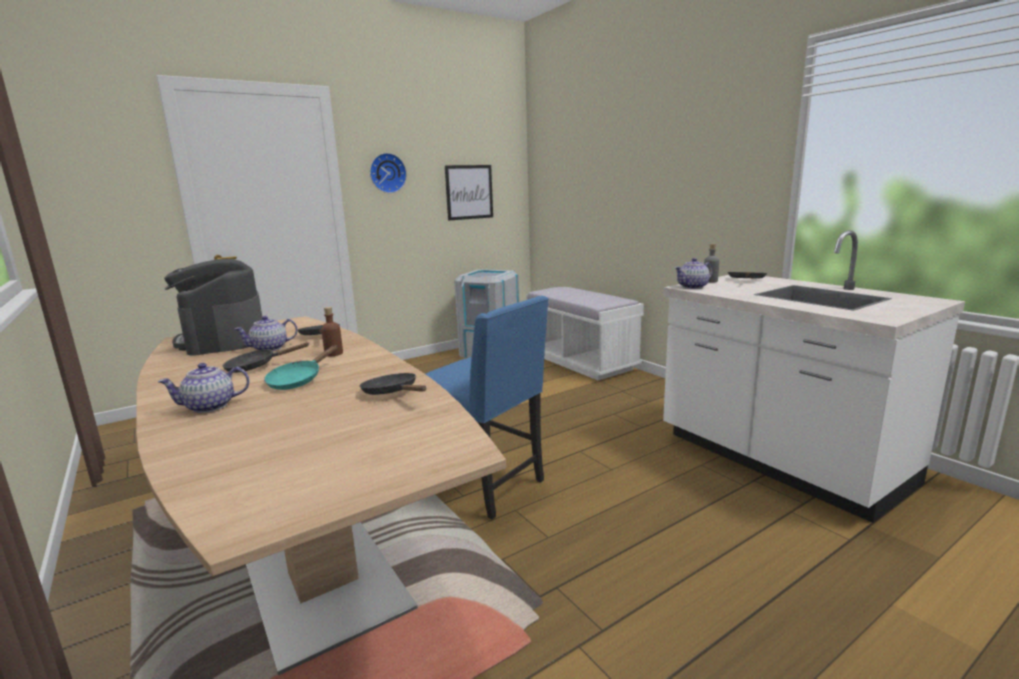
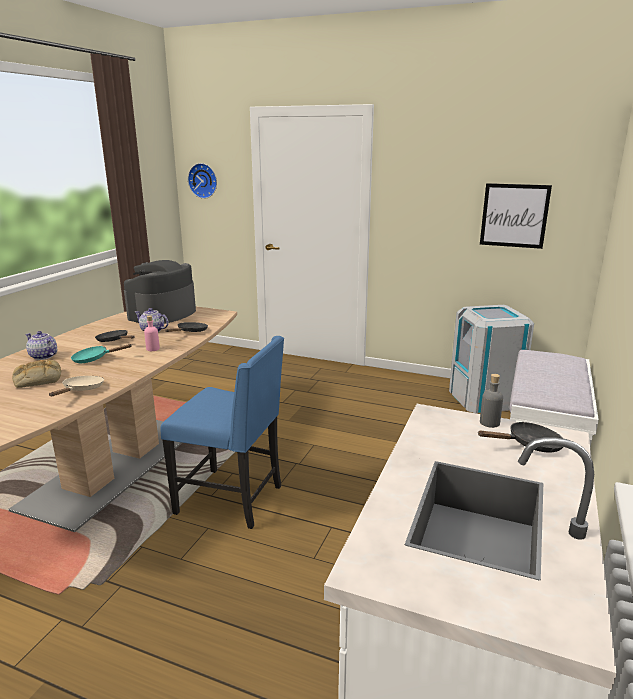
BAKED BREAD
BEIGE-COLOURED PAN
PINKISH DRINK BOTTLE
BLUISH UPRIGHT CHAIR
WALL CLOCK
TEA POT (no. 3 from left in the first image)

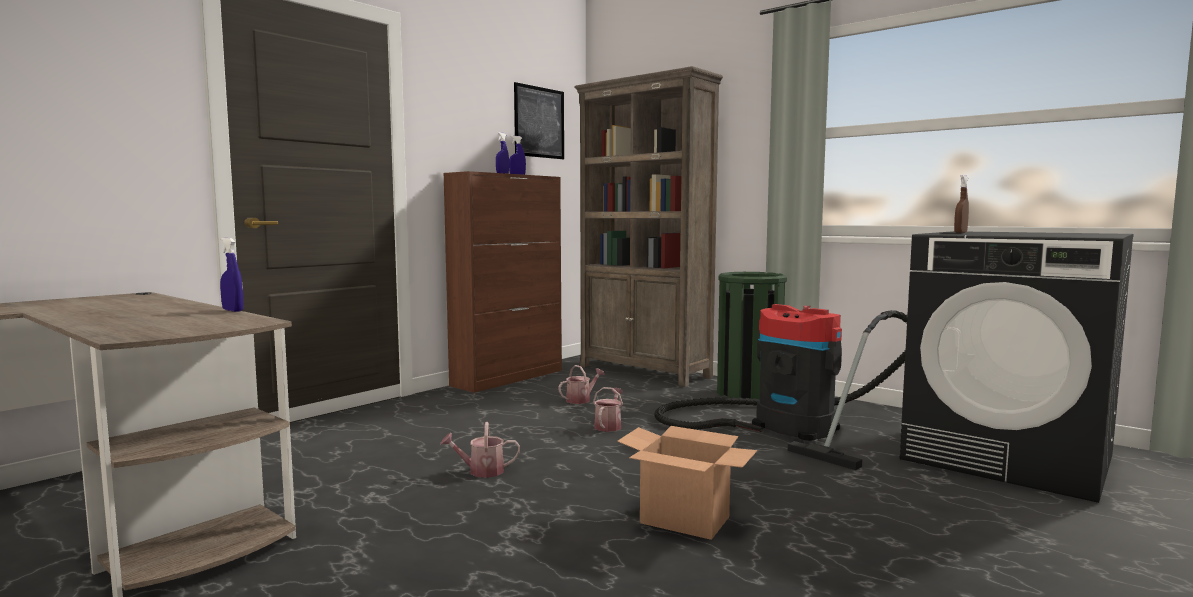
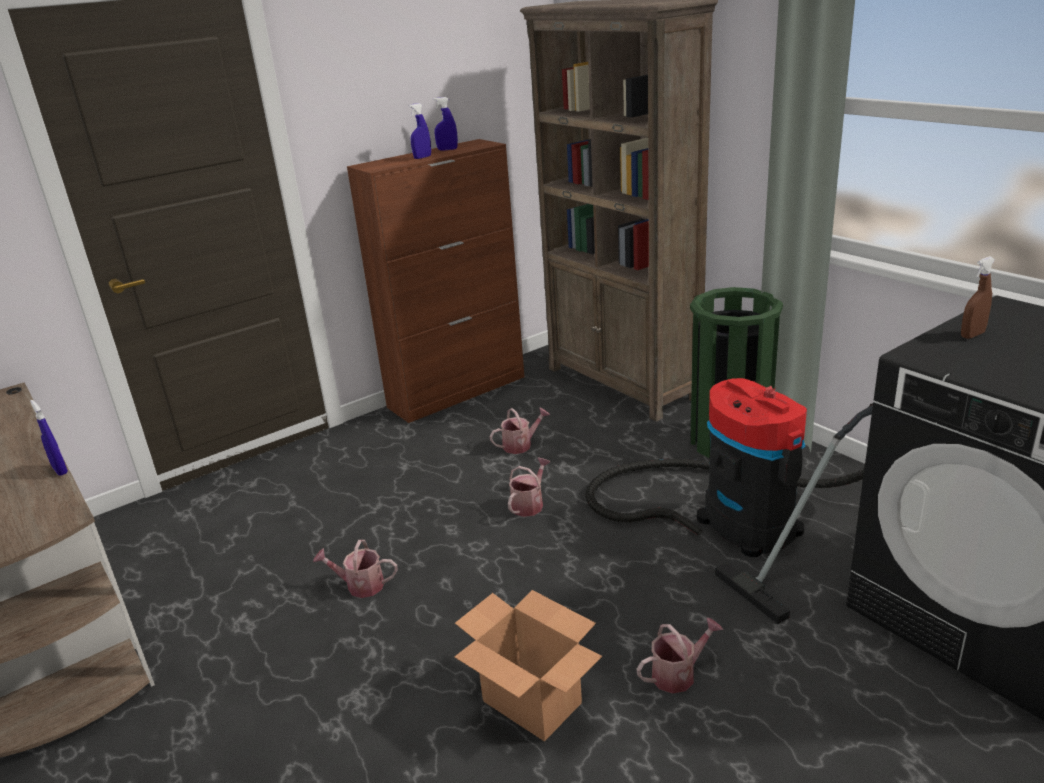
WATERING CAN (no. 4 from left)
WALL ART

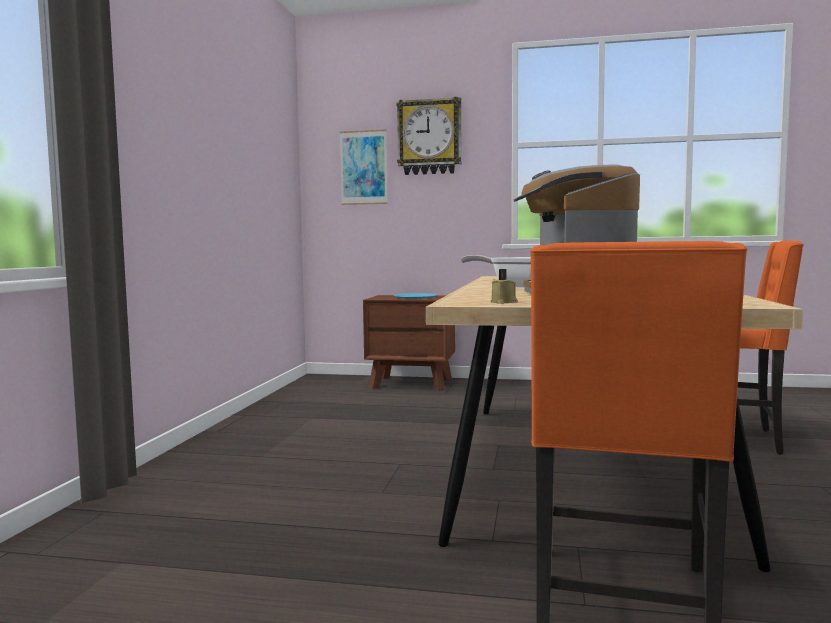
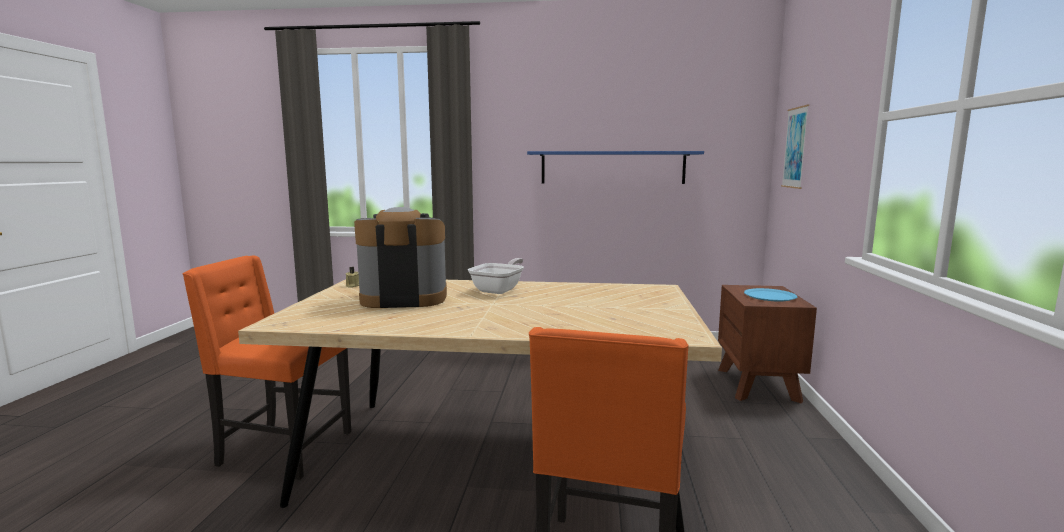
BLUISH BRACKET SHELF
WALL CLOCK

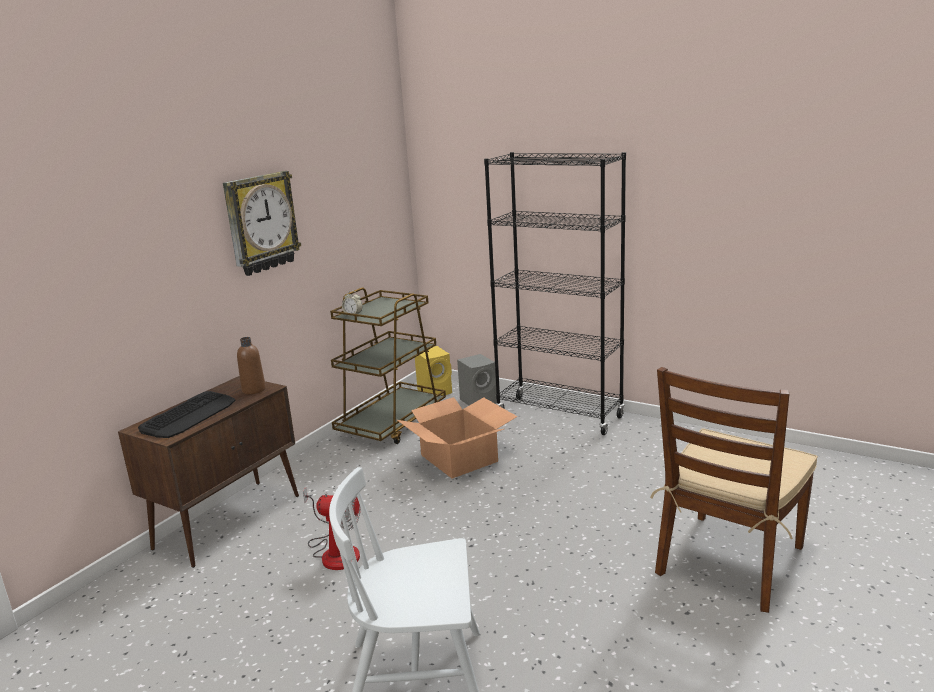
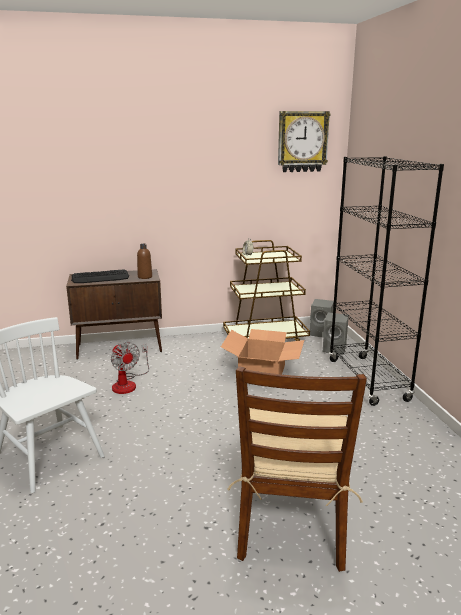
BROWN UPRIGHT CHAIR
WALL CLOCK
GRAY AUDIO SPEAKER (no. 1 from left)

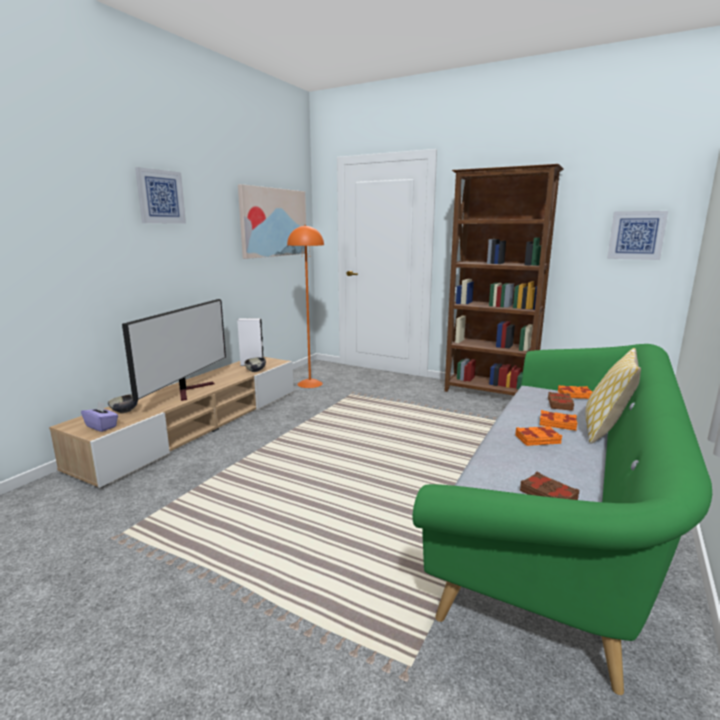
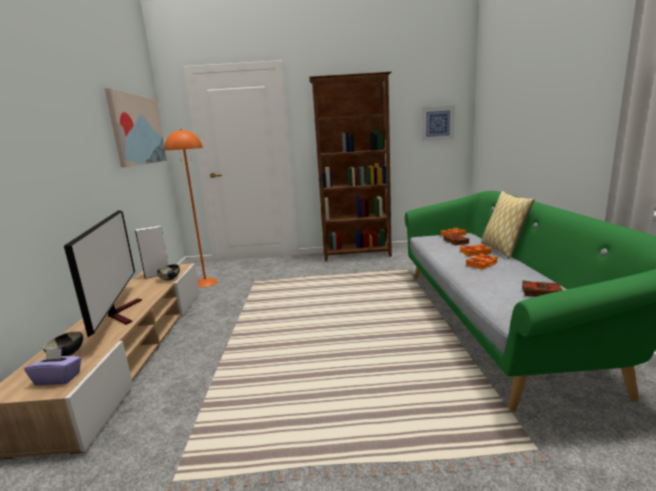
WALL ART (no. 1 from left in the first image)

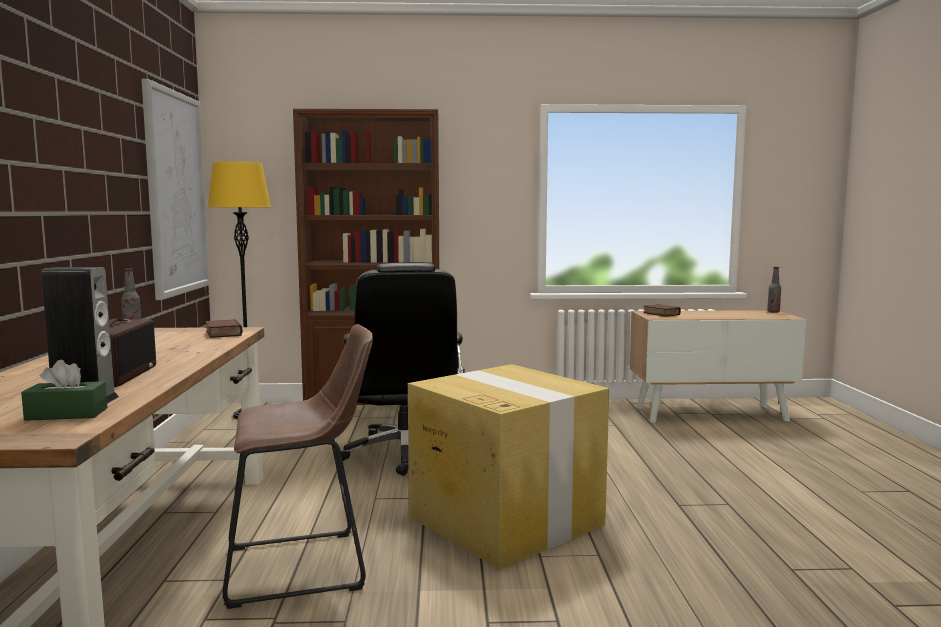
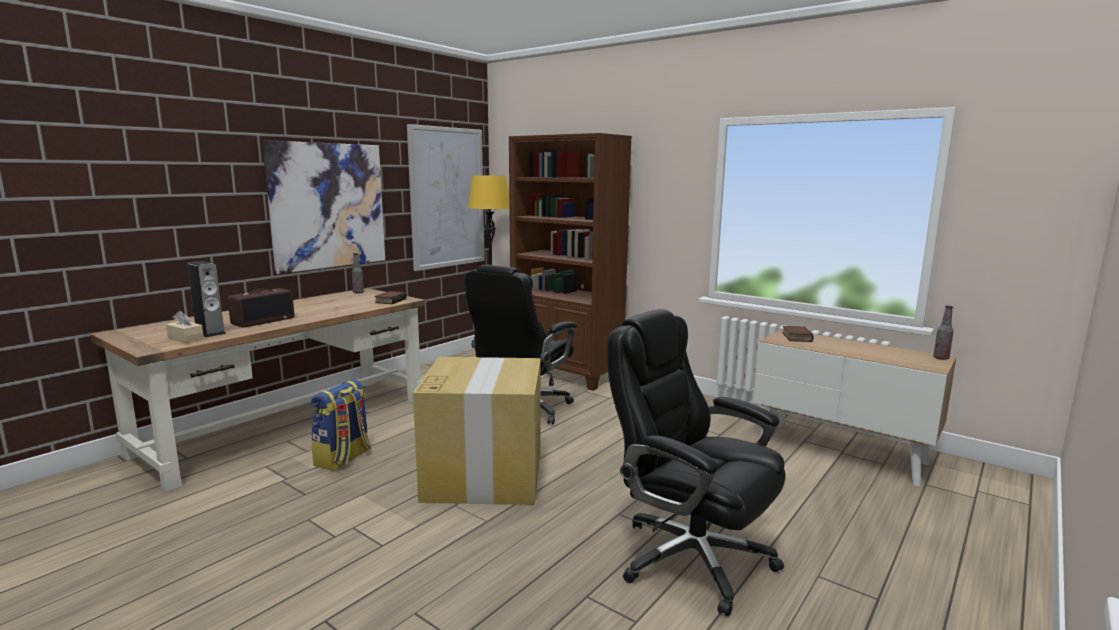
BEIGE-COLOURED TISSUE HOLDER
WALL ART (no. 1 from left)
RUCKSACK
BLACK-COLOURED COMPUTER CHAIR (no. 2 from left)

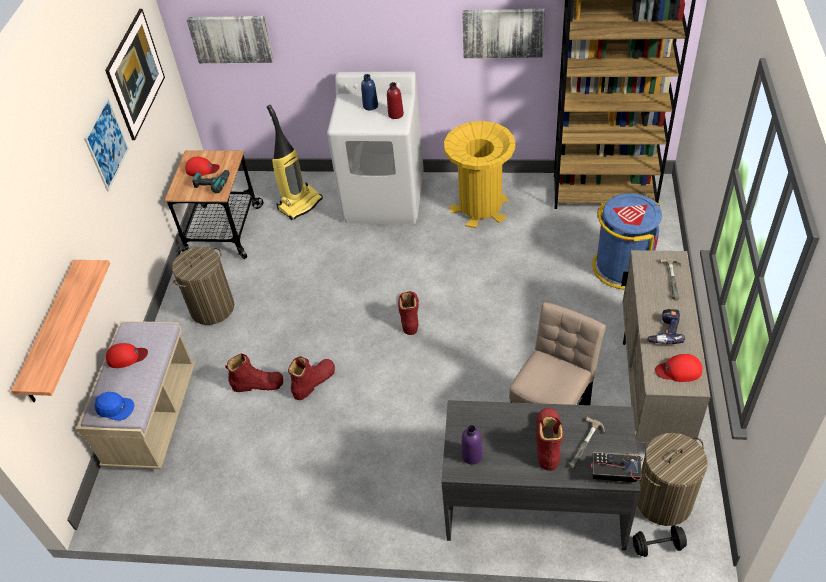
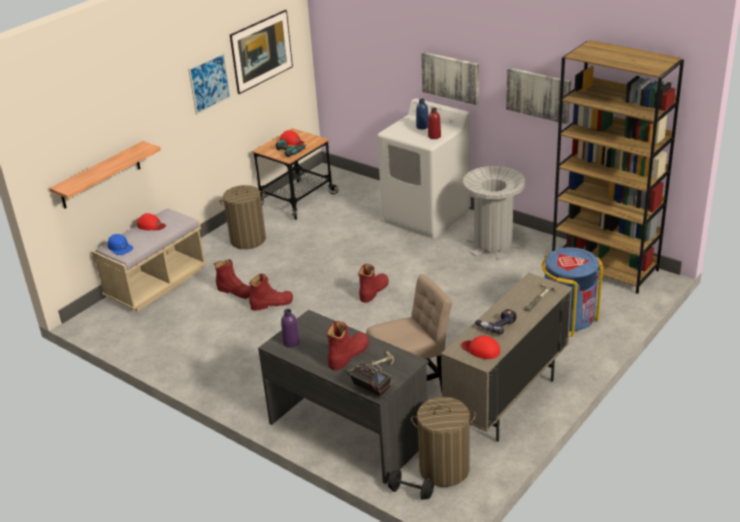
WALL ART (no. 3 from left)
GRAY RUBBISH BIN
VACUUM

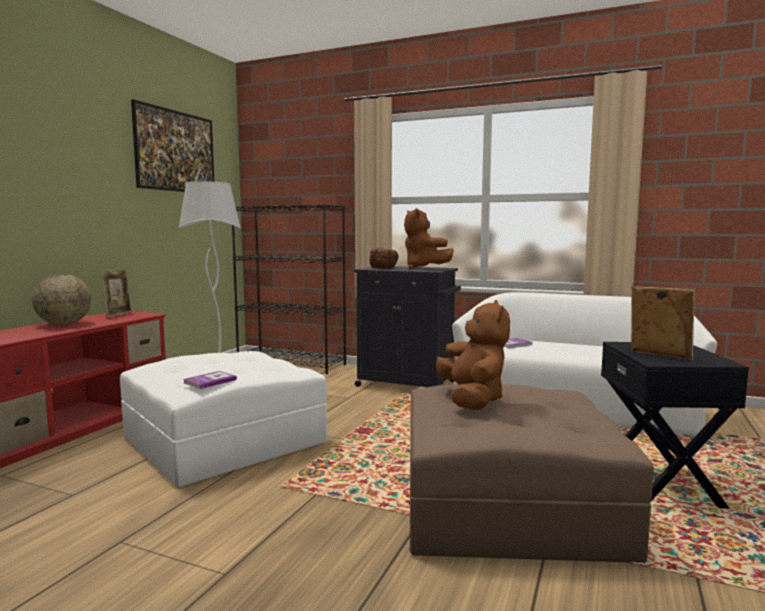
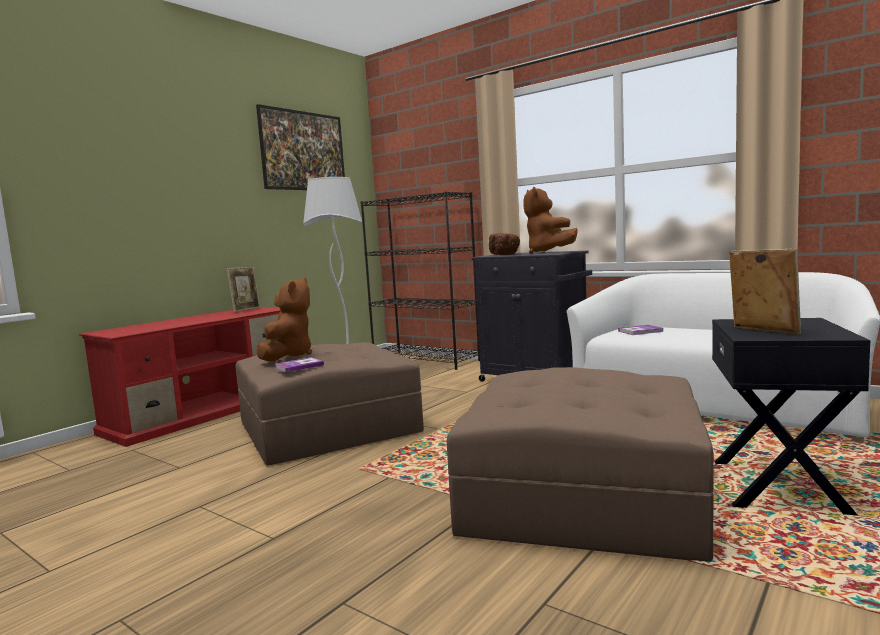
BROWN POUFFE (no. 1 from left)
BROWN CUDDLY TOY (no. 1 from left)
DESK GLOBE

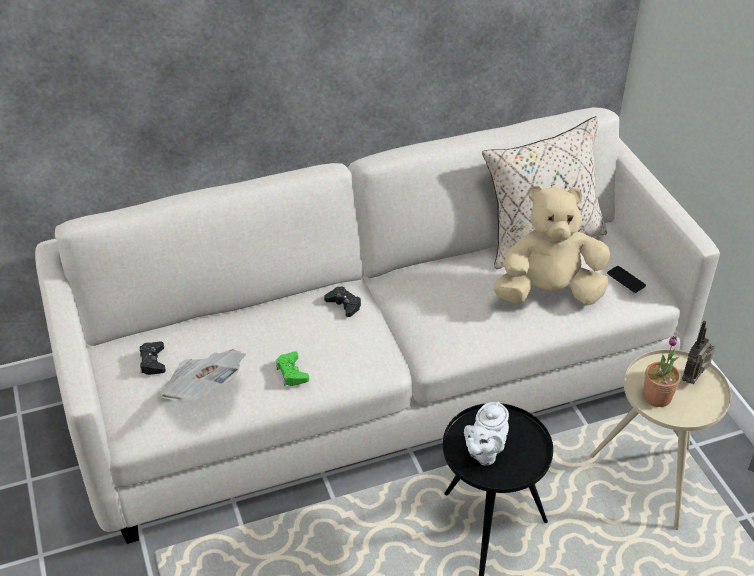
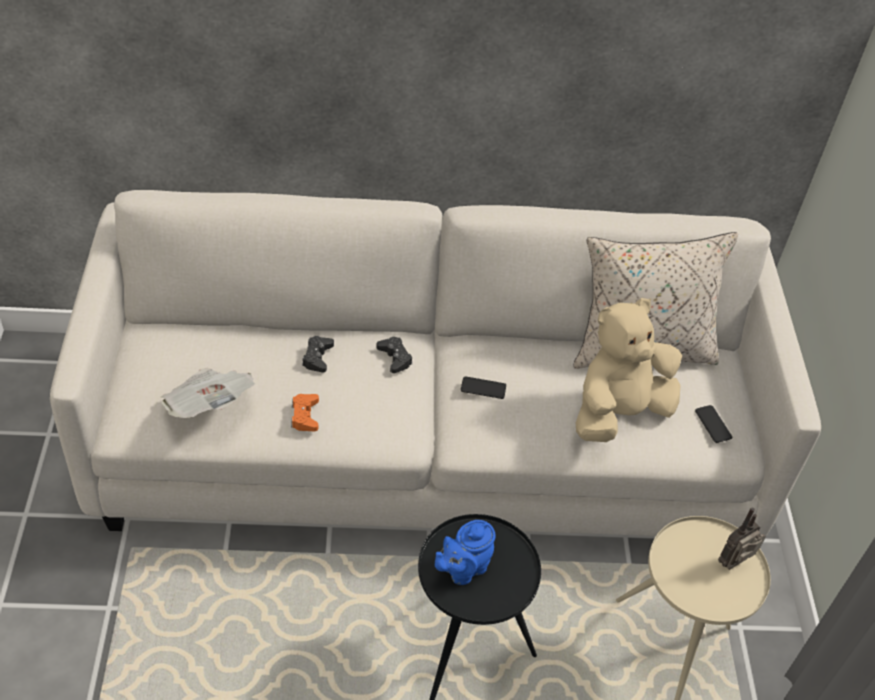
ORANGEY GAMEPAD
BLACK-COLOURED GAMEPAD (no. 1 from left)
BLUISH TEA POT
TELEPHONE (no. 1 from left)
BEIGE-COLOURED CUDDLY TOY
HOUSEPLANT

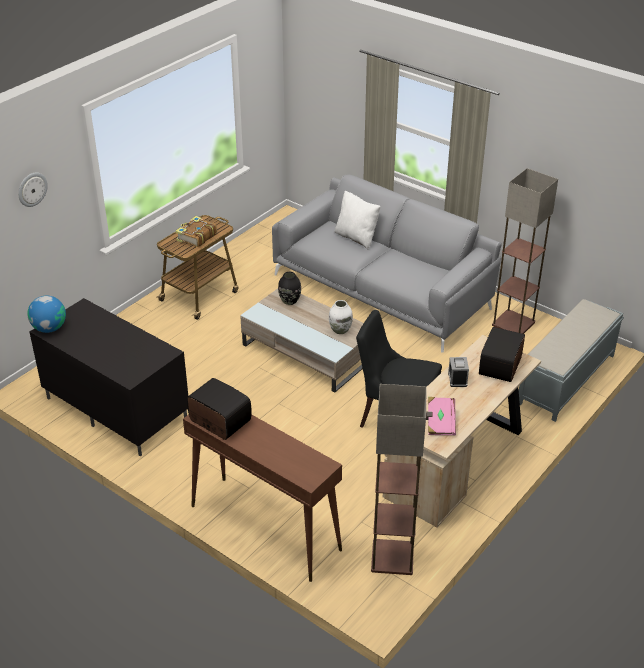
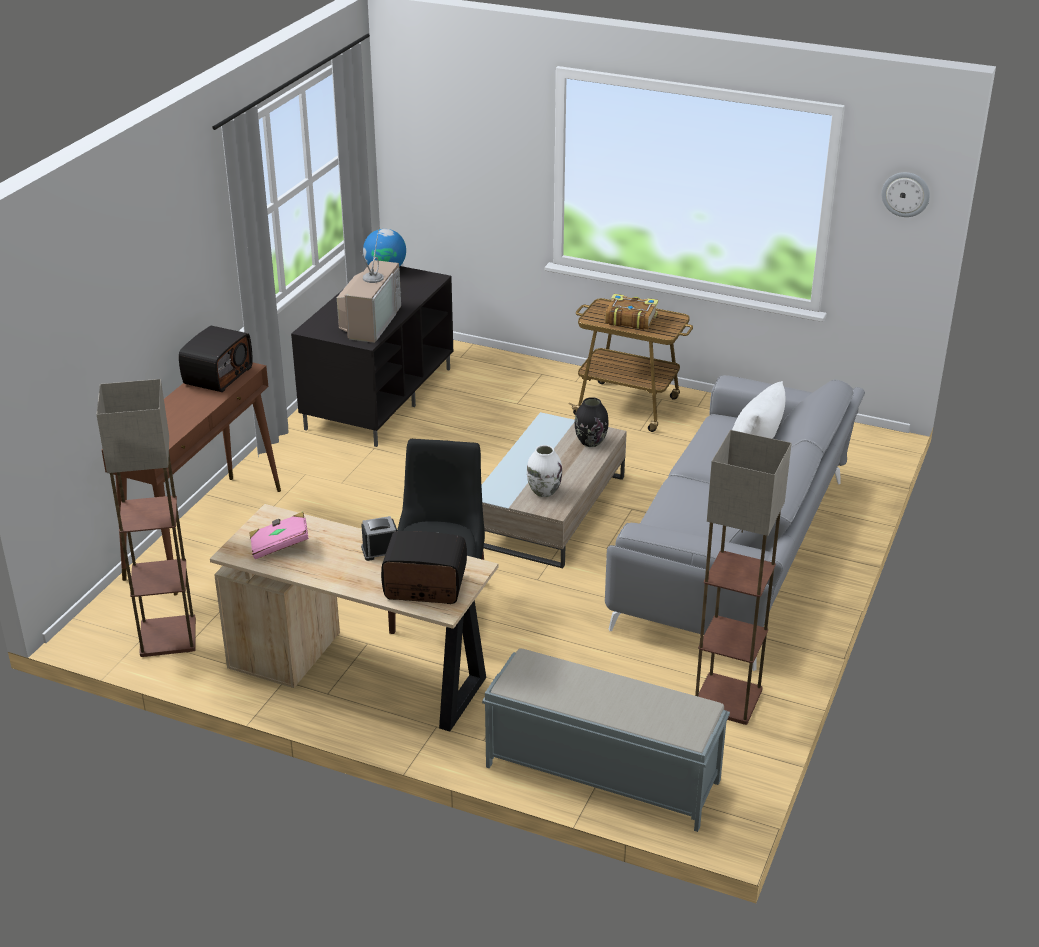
TELEVISION
WALL CLOCK

